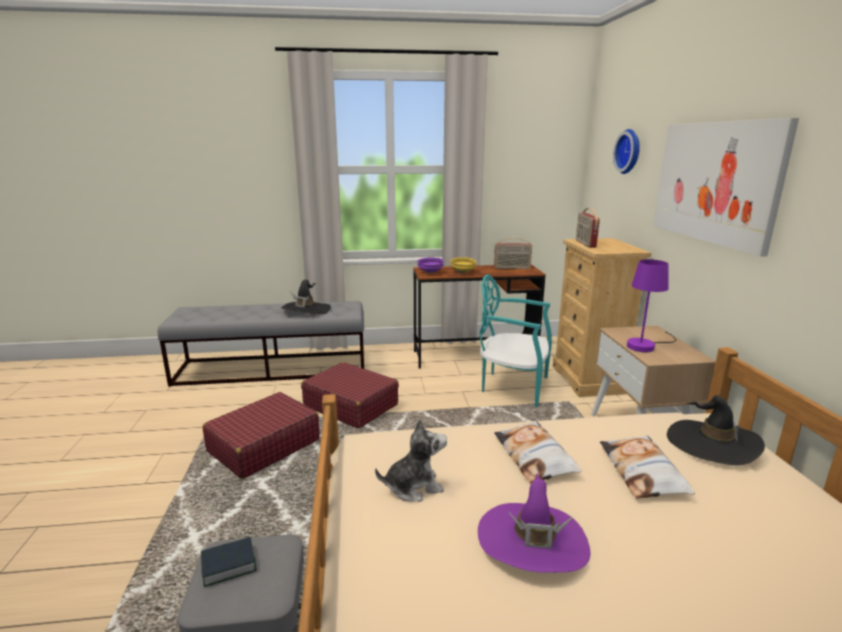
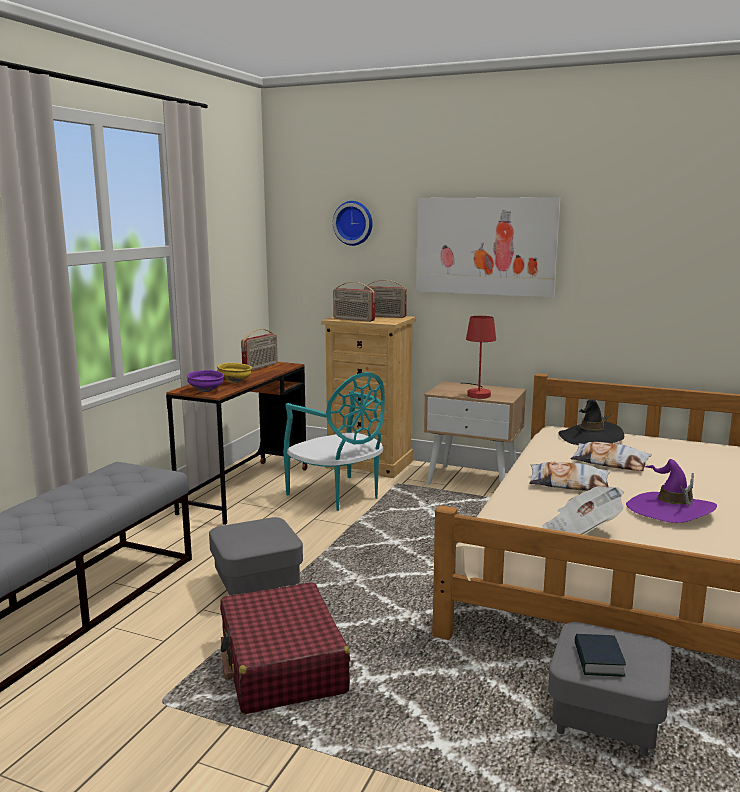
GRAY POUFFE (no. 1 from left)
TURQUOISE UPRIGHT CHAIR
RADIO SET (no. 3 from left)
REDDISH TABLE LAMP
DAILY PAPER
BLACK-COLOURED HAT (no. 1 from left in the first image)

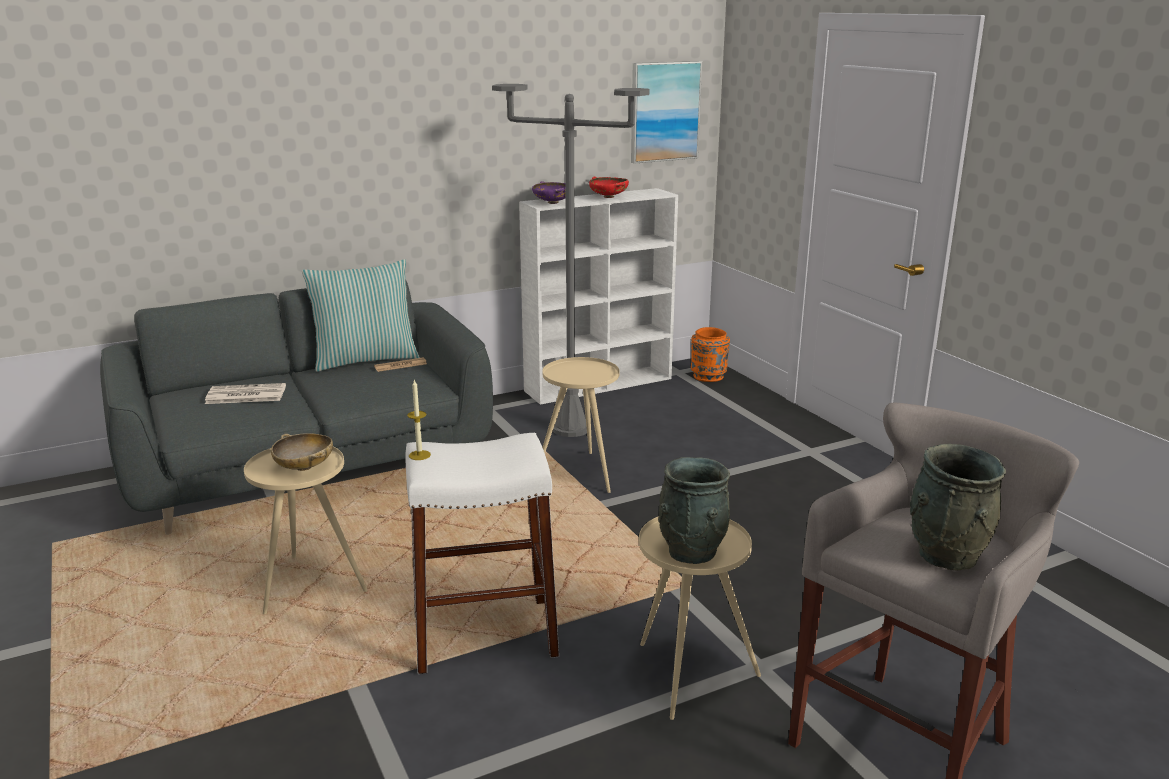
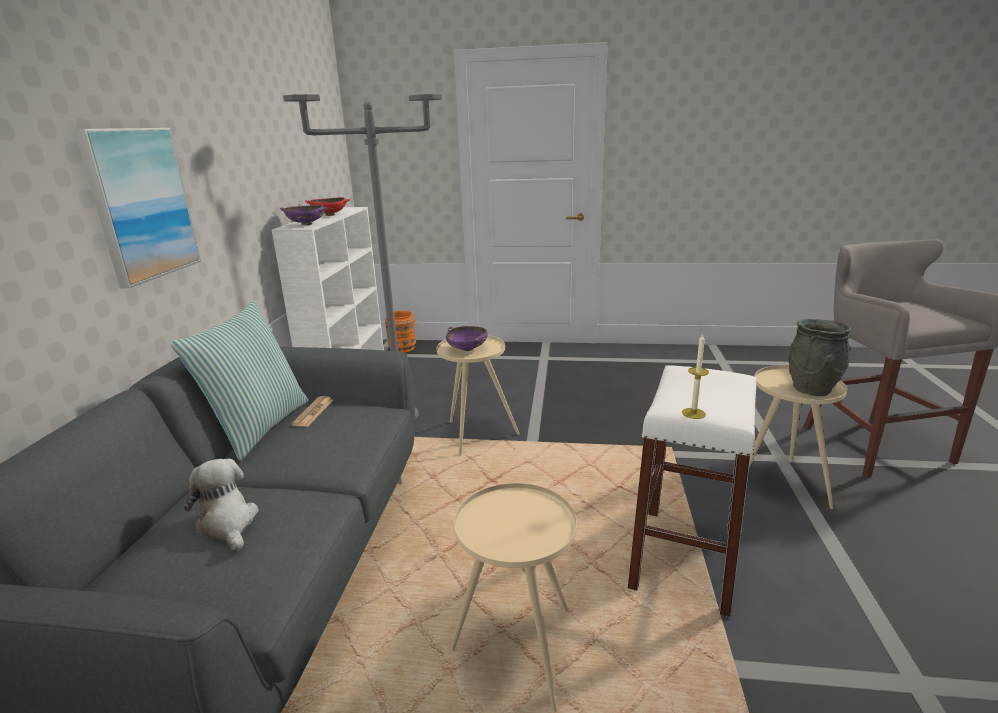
WALL ART
CUDDLY TOY
PURPLISH SERVING BOWL (no. 2 from left)
BEIGE-COLOURED SERVING BOWL
GRAY FLOWER VASE (no. 2 from left in the first image)

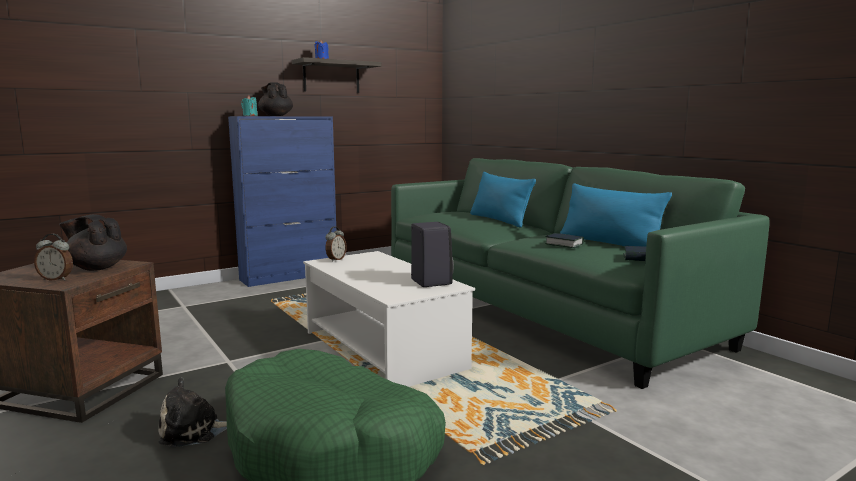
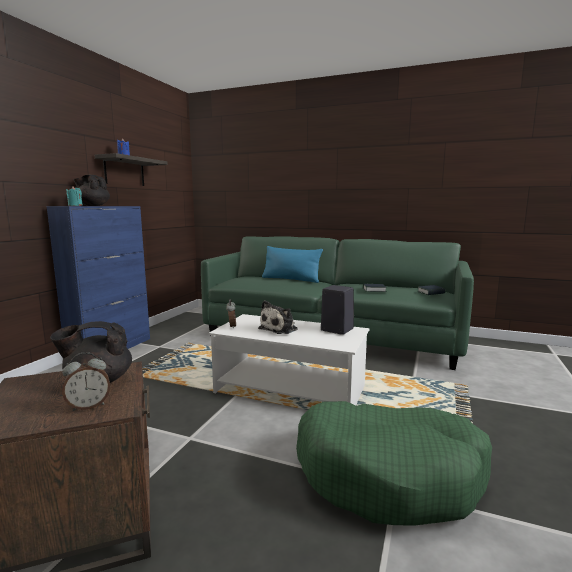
CUDDLY TOY
BLUISH PILLOW (no. 2 from left in the first image)

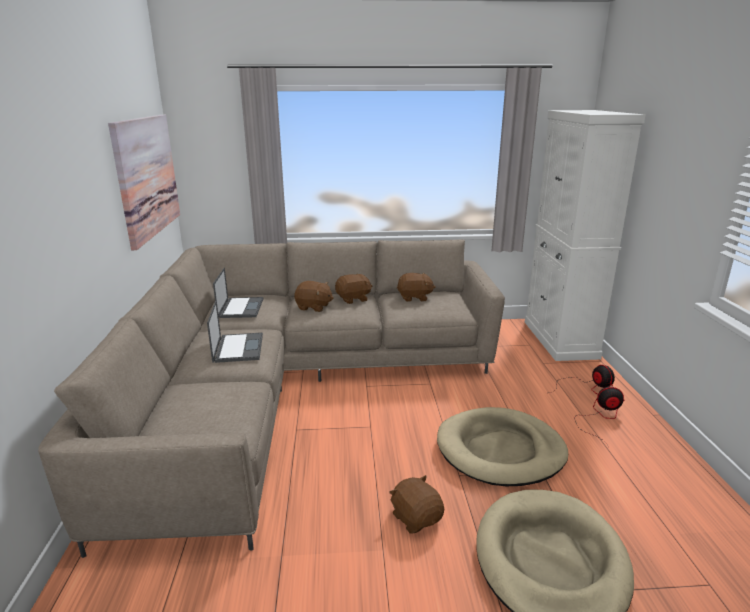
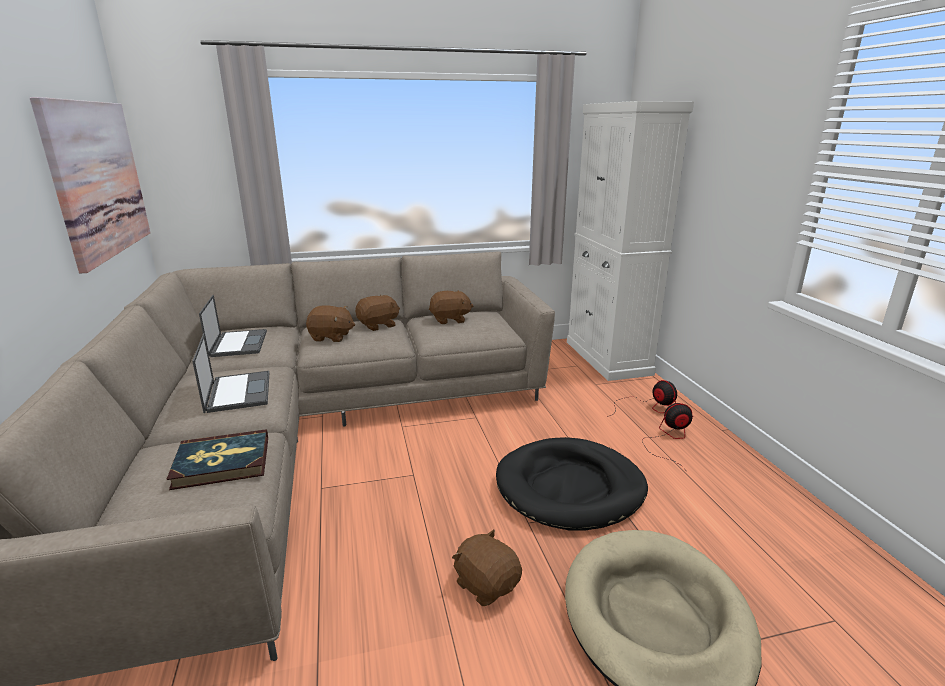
VOLUME
BLACK-COLOURED PET BED

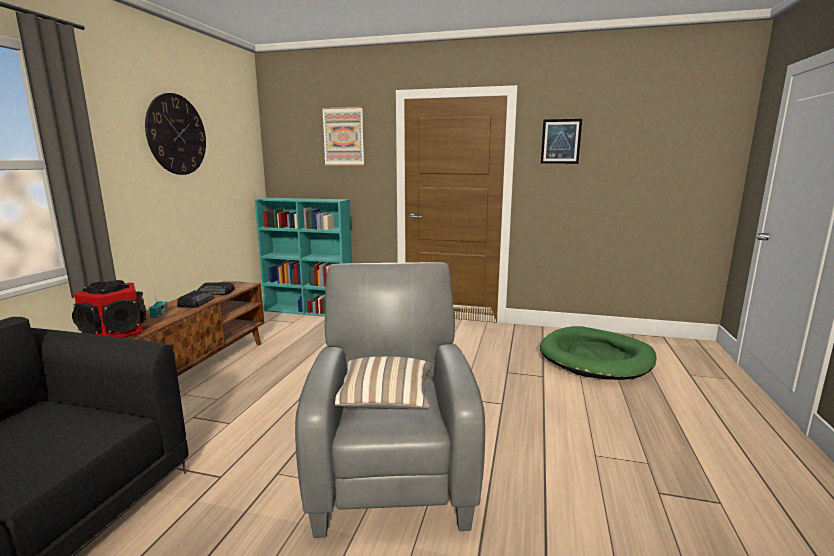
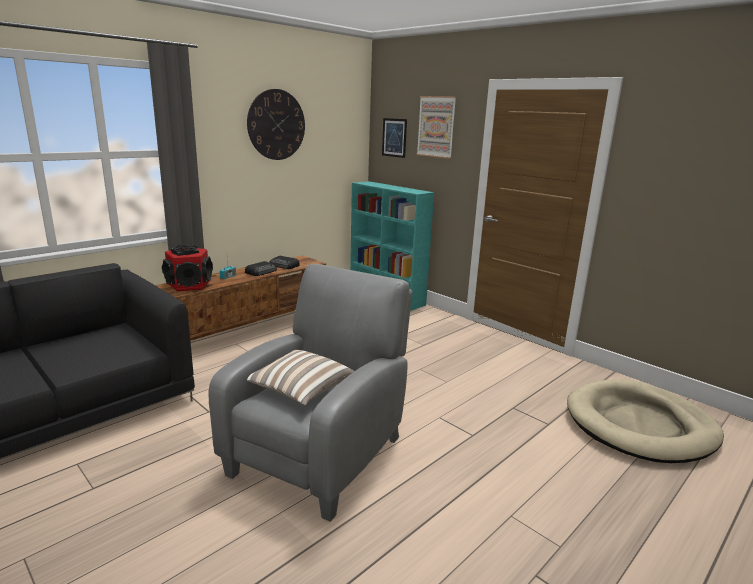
WALL ART (no. 1 from left)
BEIGE-COLOURED PET BED

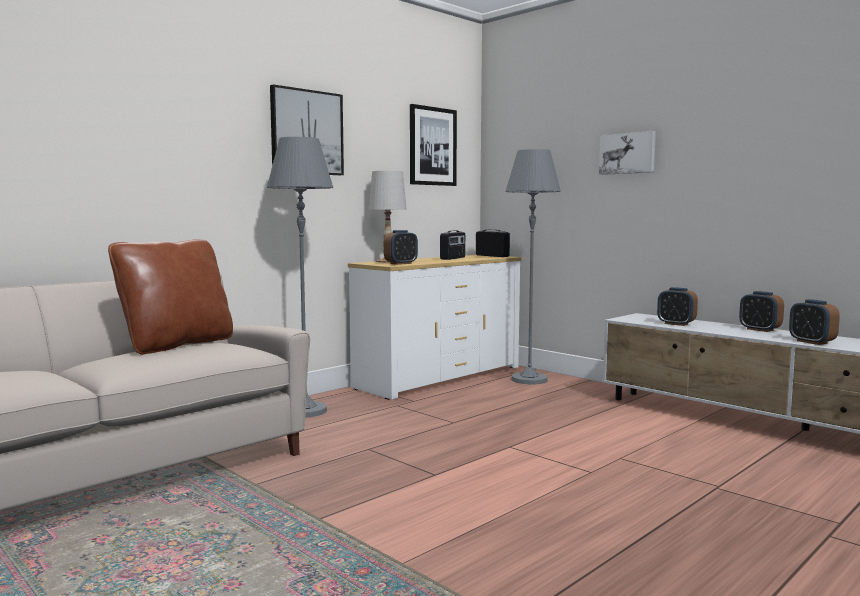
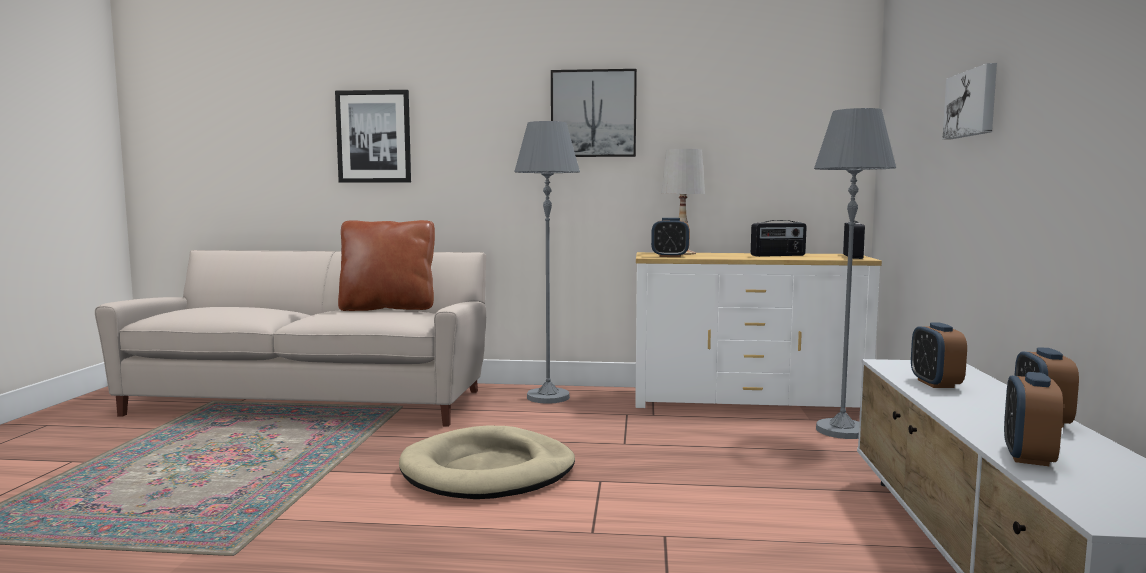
WALL ART (no. 1 from left)
BEIGE-COLOURED PET BED

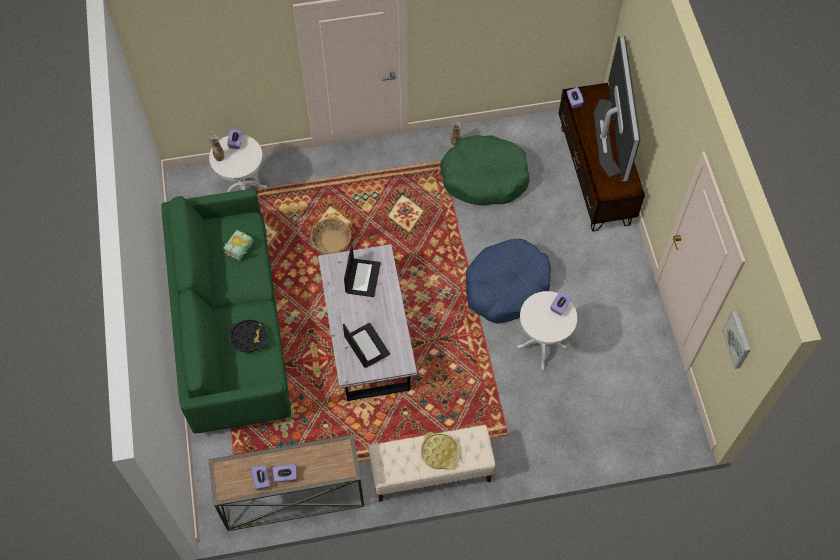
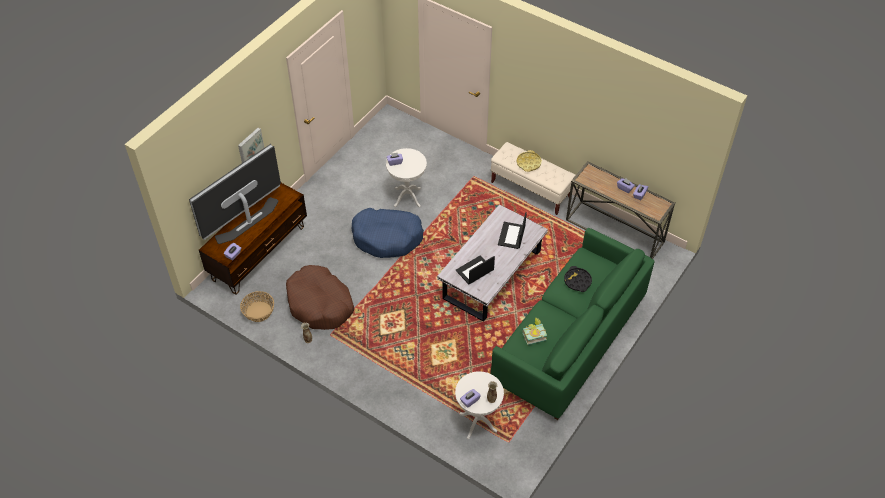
WALL ART
STORAGE BASKET
BROWN PET BED

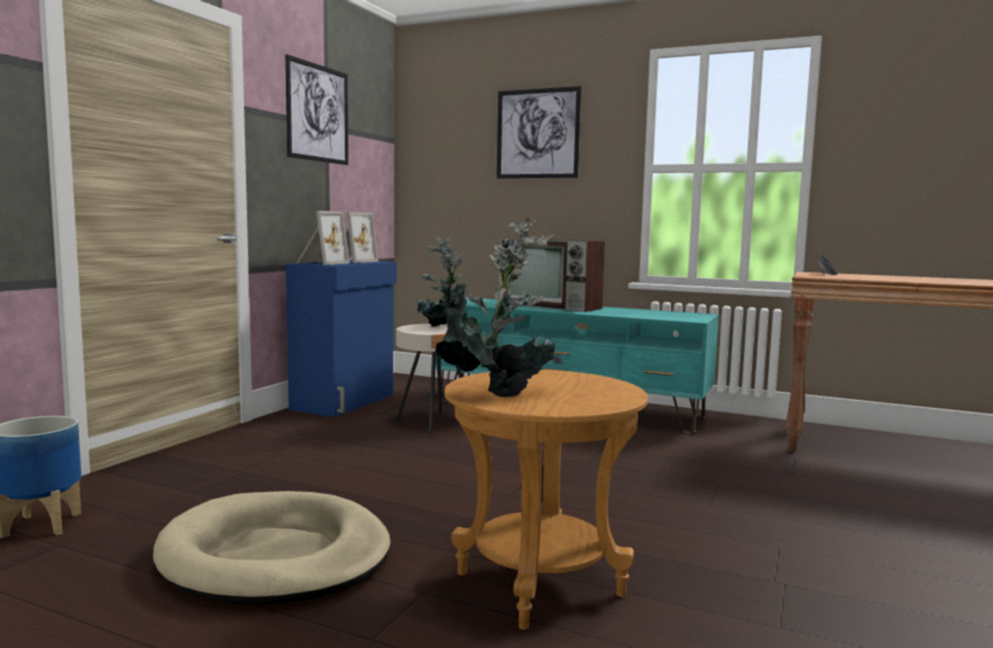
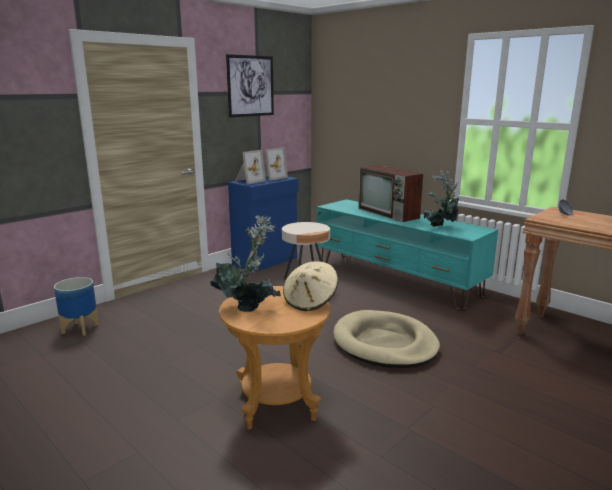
BEIGE-COLOURED HAT
BEIGE-COLOURED PET BED
HOUSEPLANT (no. 2 from left)
WALL ART (no. 2 from left in the first image)

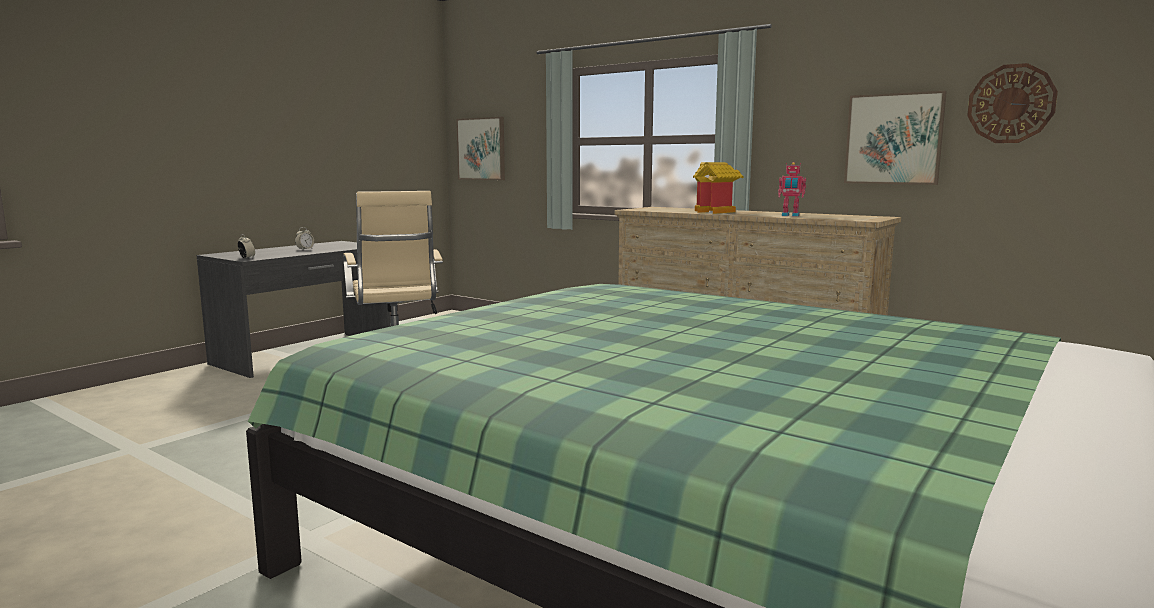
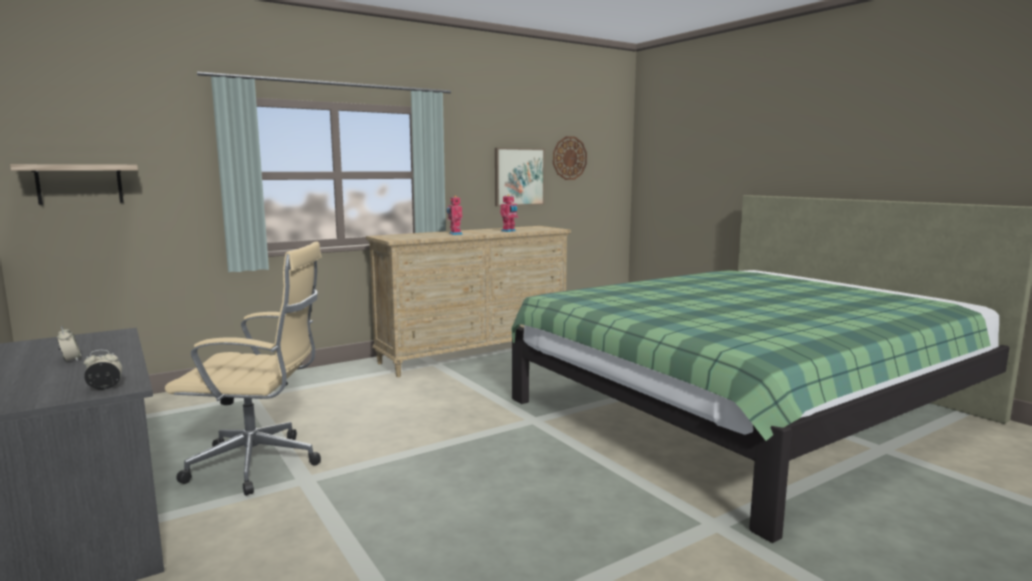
BRACKET SHELF
ROBOT FIGURE (no. 1 from left)

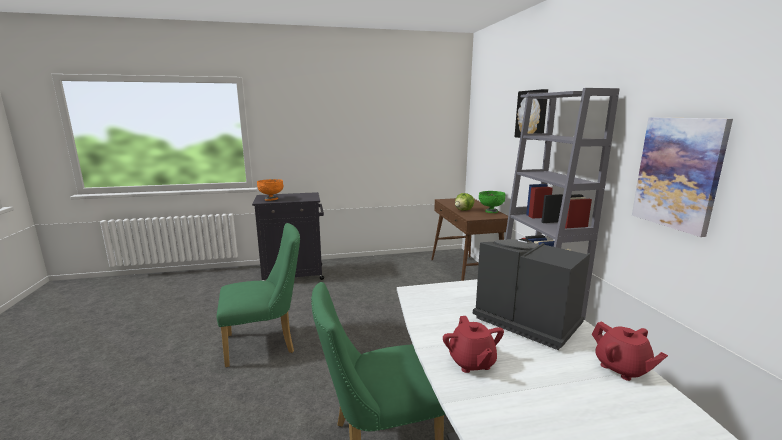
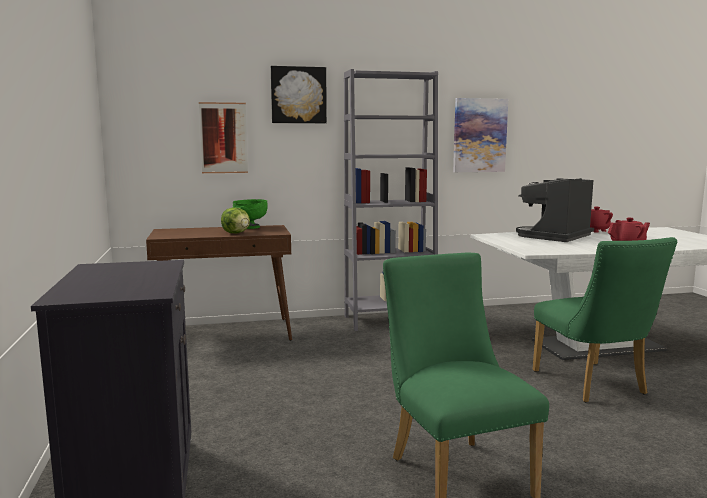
WALL ART (no. 1 from left)
ORANGEY SERVING BOWL

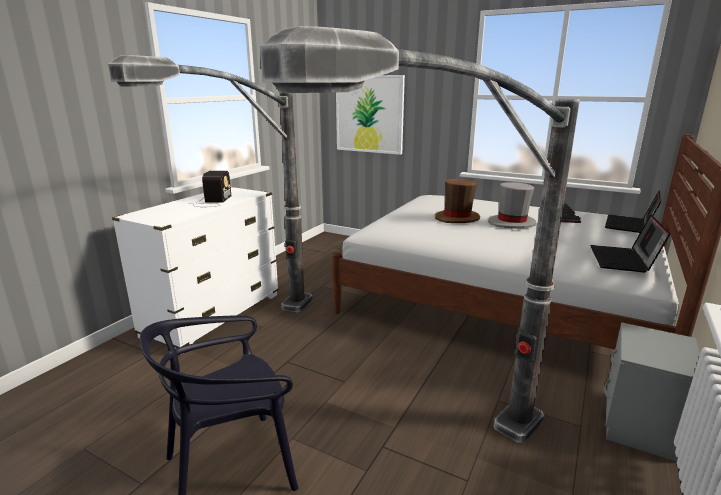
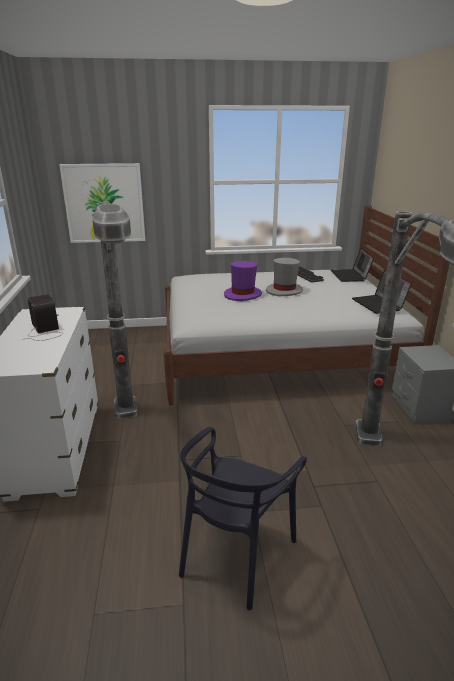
PURPLISH HAT

